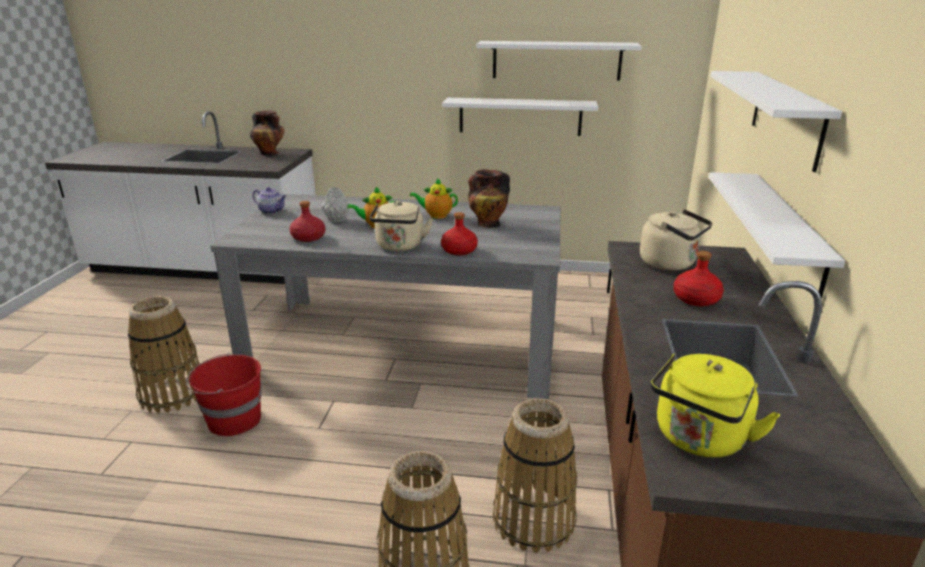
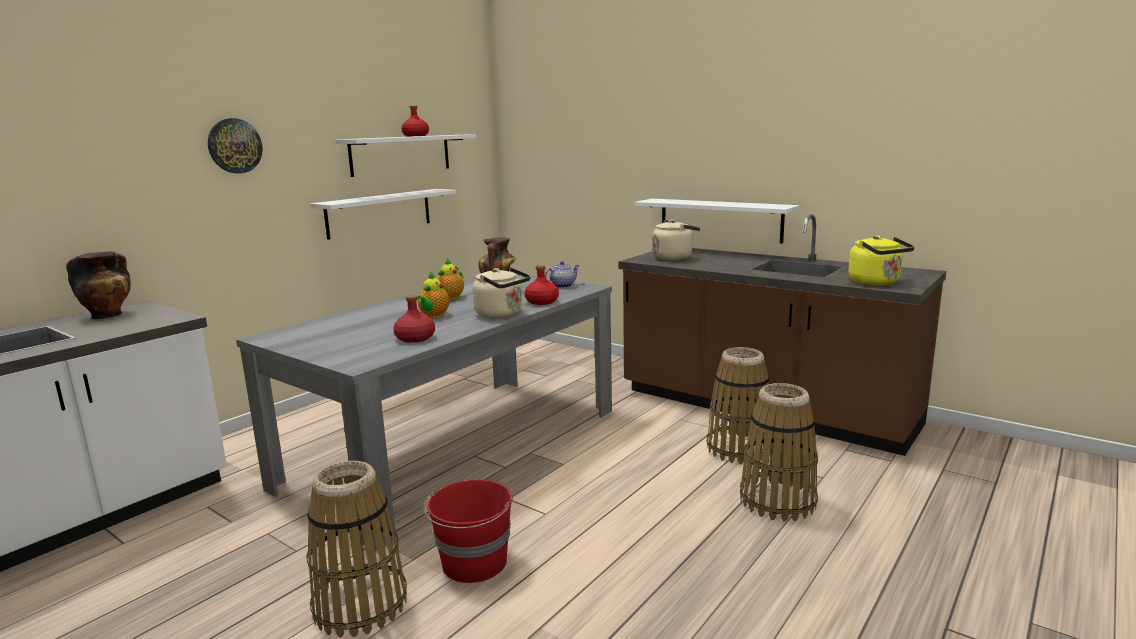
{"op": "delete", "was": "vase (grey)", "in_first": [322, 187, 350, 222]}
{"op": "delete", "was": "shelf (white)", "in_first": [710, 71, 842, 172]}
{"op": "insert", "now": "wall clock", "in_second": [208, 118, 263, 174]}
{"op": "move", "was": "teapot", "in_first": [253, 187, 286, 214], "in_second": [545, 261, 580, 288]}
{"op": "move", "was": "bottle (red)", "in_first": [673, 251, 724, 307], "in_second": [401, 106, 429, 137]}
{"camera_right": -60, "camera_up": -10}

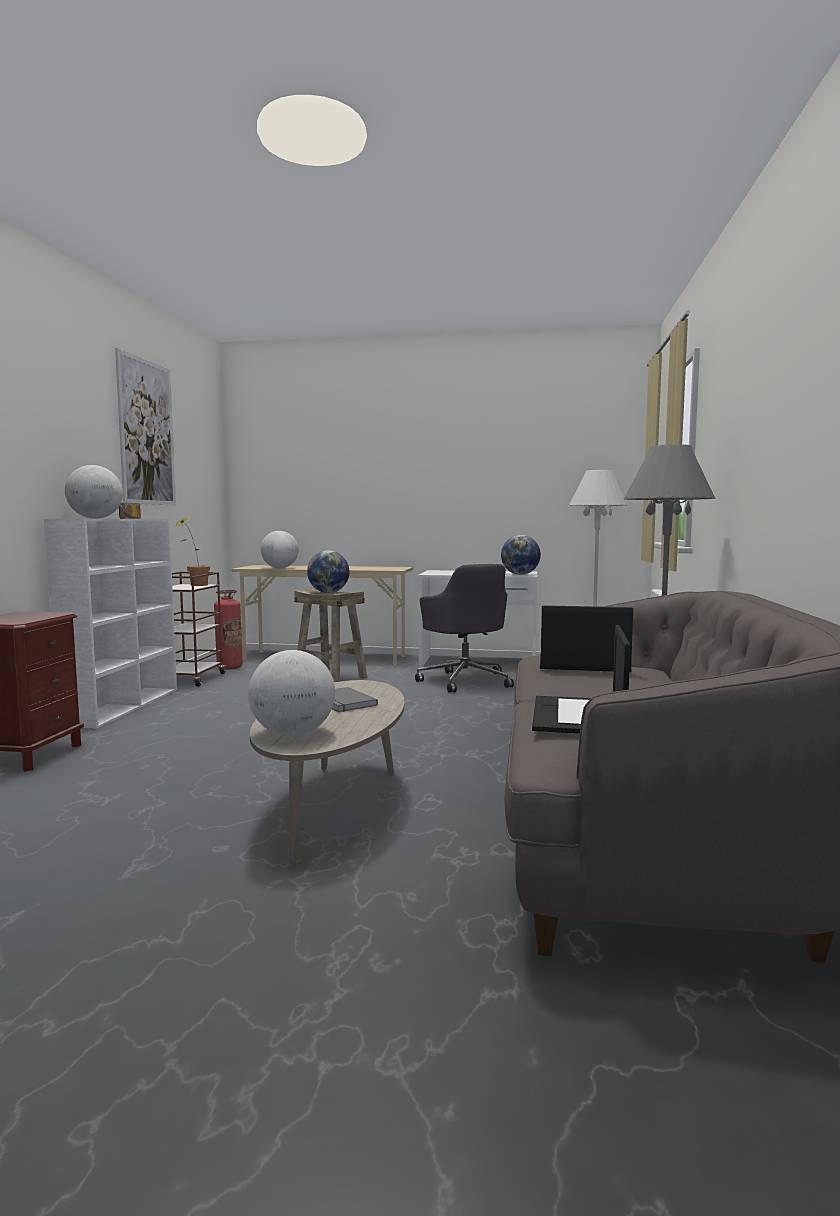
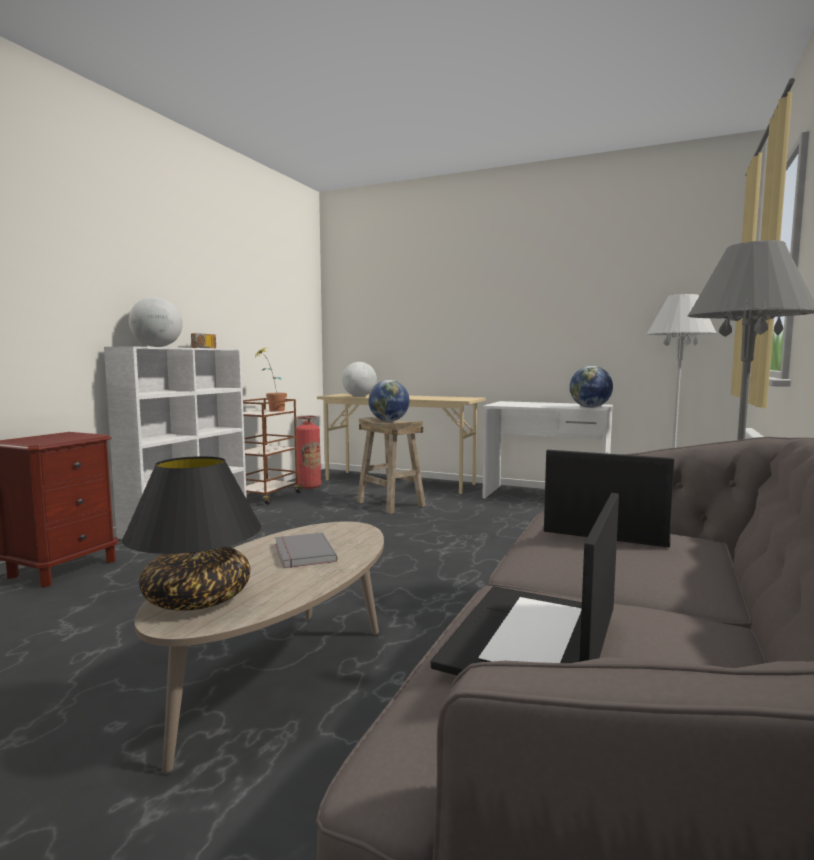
{"op": "delete", "was": "picture", "in_first": [115, 348, 176, 505]}
{"op": "delete", "was": "office chair (grey)", "in_first": [415, 564, 514, 693]}
{"op": "replace", "was": "globe", "now": "table lamp (black)", "in_first": [248, 650, 335, 736], "in_second": [122, 456, 261, 611]}
{"camera_right": 15, "camera_up": 0}

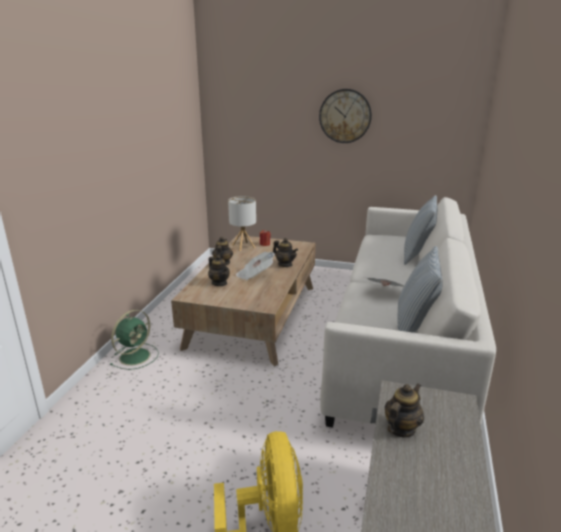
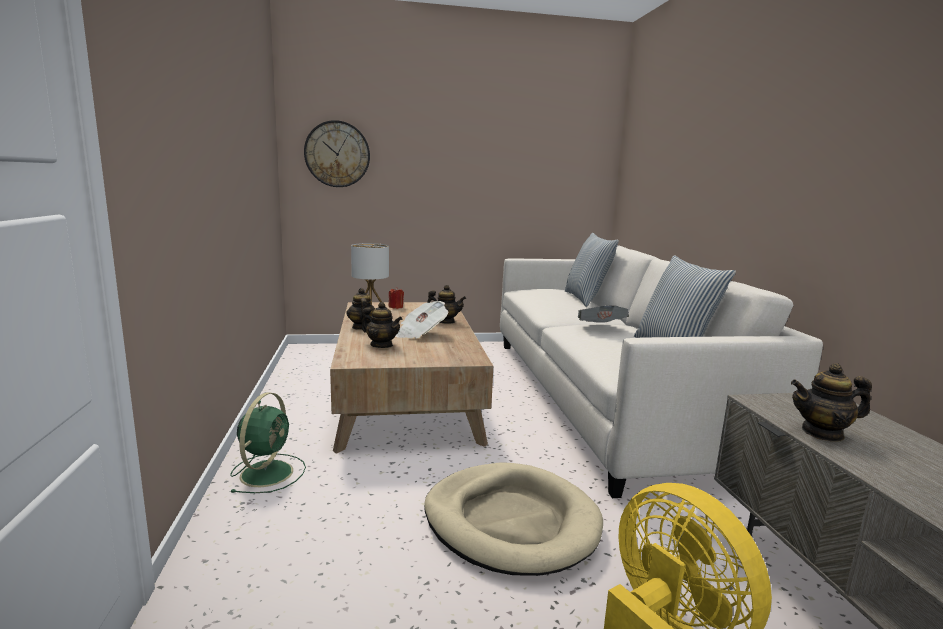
{"op": "insert", "now": "dog bed (beige)", "in_second": [424, 463, 603, 576]}
{"op": "move", "was": "wall clock", "in_first": [319, 89, 372, 143], "in_second": [304, 120, 370, 187]}
{"op": "rotate", "was": "teapot", "in_first": [385, 383, 424, 438], "in_second": [791, 363, 872, 442], "clockwise": -105}
{"camera_right": -25, "camera_up": -10}

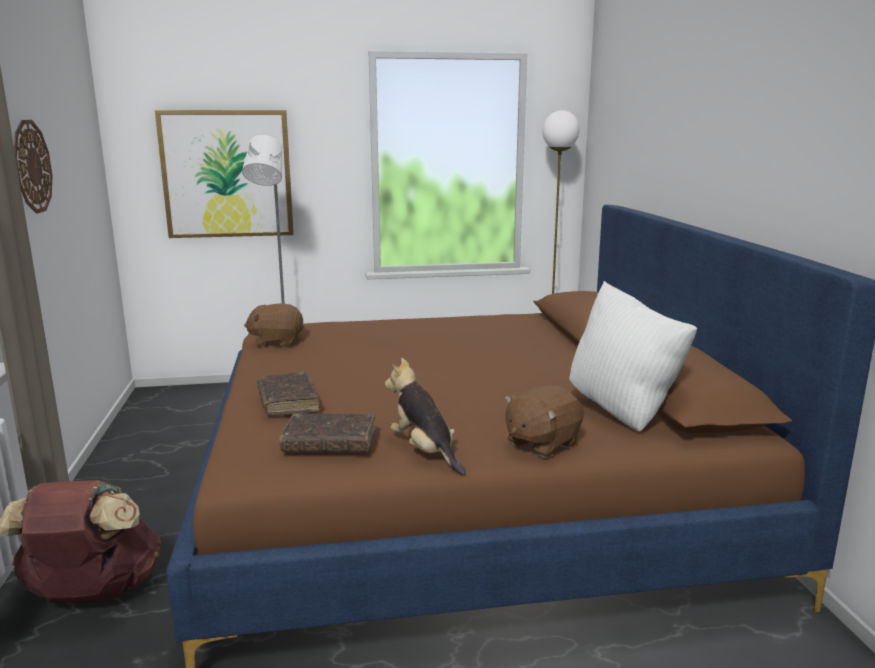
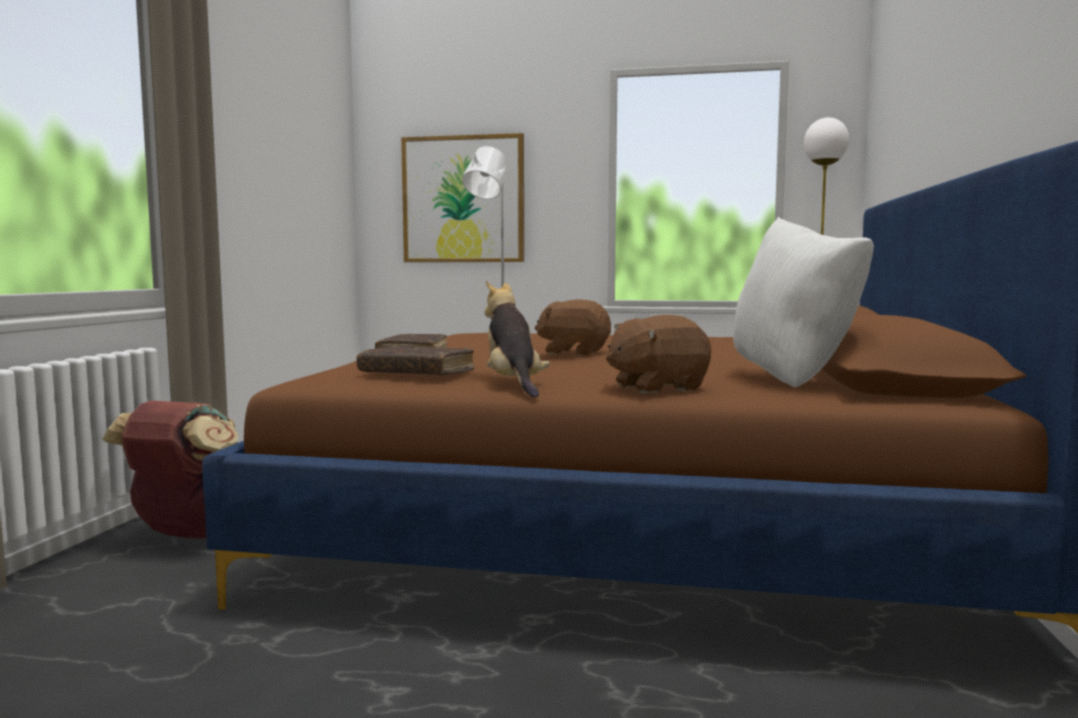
{"op": "delete", "was": "wall clock", "in_first": [14, 120, 52, 214]}
{"op": "move", "was": "plush toy (brown)", "in_first": [244, 303, 304, 347], "in_second": [535, 299, 611, 356]}
{"camera_right": 20, "camera_up": -10}

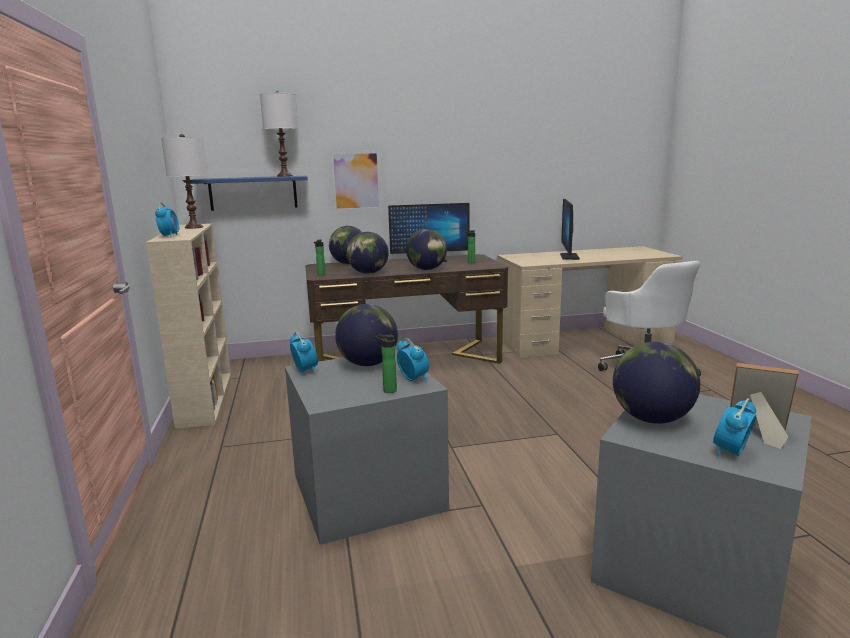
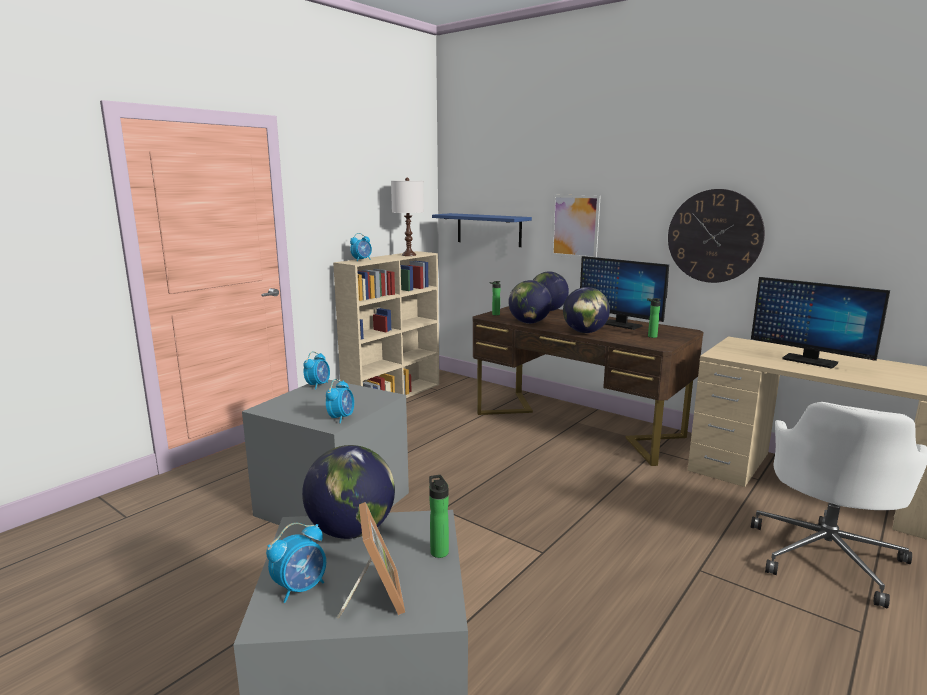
{"op": "delete", "was": "table lamp (white)", "in_first": [260, 91, 298, 177]}
{"op": "delete", "was": "globe", "in_first": [335, 304, 398, 366]}
{"op": "insert", "now": "wall clock", "in_second": [668, 189, 765, 283]}
{"op": "move", "was": "bottle", "in_first": [375, 334, 397, 393], "in_second": [429, 475, 449, 558]}
{"op": "rotate", "was": "monitor", "in_first": [560, 199, 580, 260], "in_second": [751, 277, 890, 368], "clockwise": -105}
{"op": "rotate", "was": "alarm clock", "in_first": [713, 398, 756, 457], "in_second": [266, 523, 326, 603], "clockwise": 135}
{"camera_right": 50, "camera_up": 0}

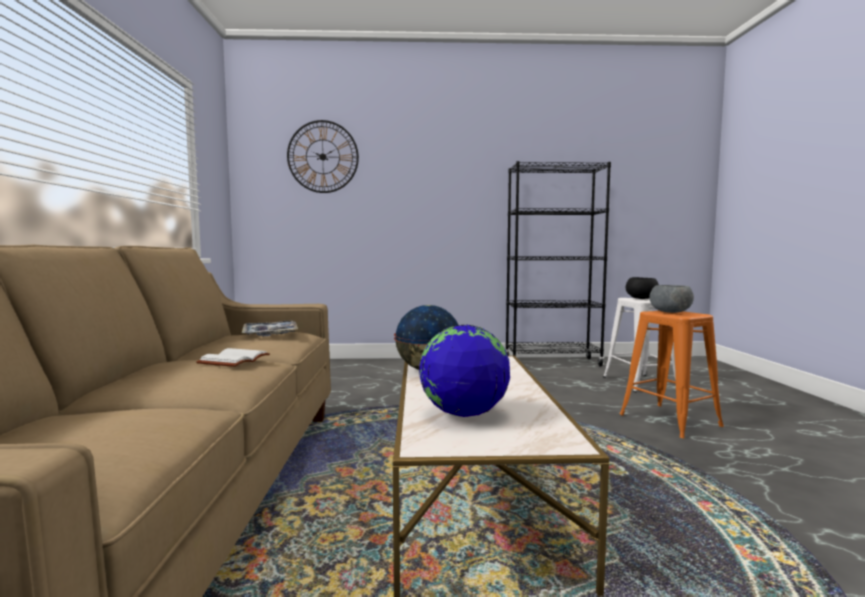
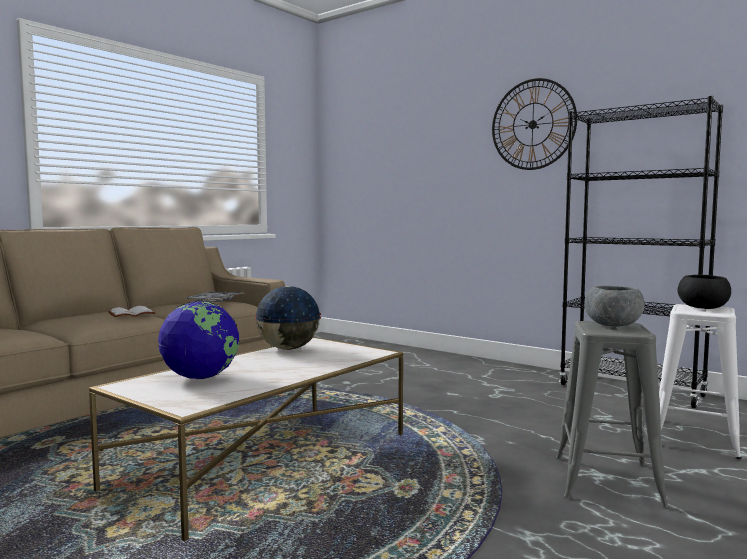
{"op": "move", "was": "wall clock", "in_first": [287, 120, 359, 193], "in_second": [492, 78, 577, 170]}
{"op": "recolor", "was": "stool (orange)", "now": "stool (grey)", "in_first": [620, 310, 724, 438], "in_second": [556, 321, 669, 508]}
{"camera_right": 40, "camera_up": 0}

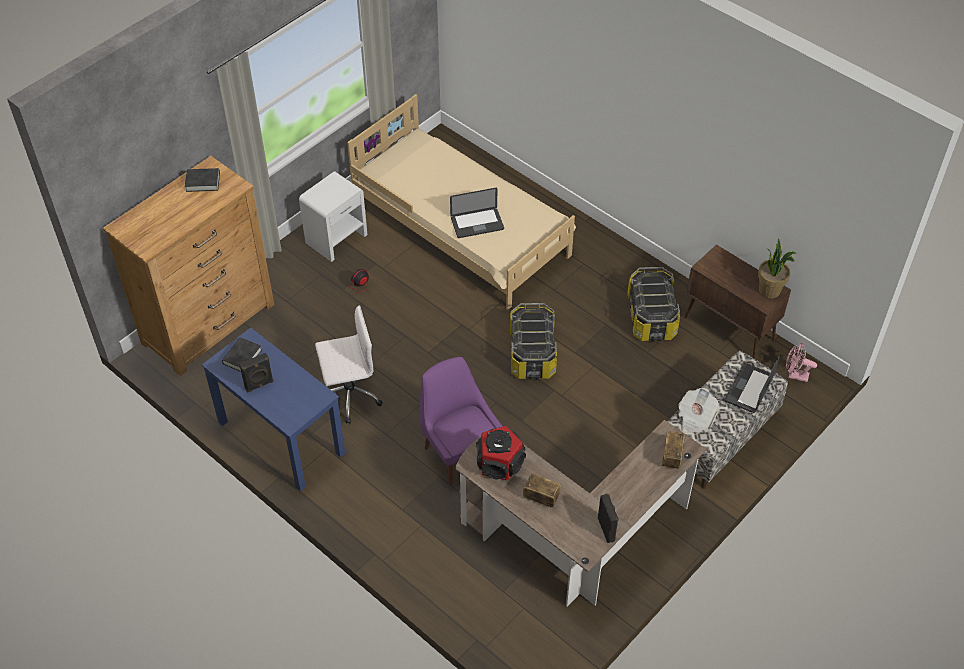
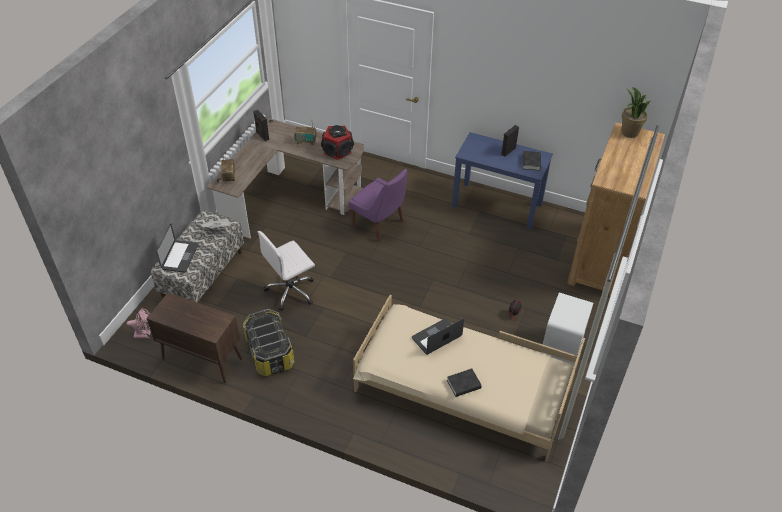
{"op": "delete", "was": "storage box", "in_first": [510, 303, 557, 380]}
{"op": "move", "was": "book (black)", "in_first": [185, 168, 220, 192], "in_second": [447, 368, 482, 397]}
{"op": "move", "was": "office chair (white)", "in_first": [315, 305, 383, 424], "in_second": [257, 231, 315, 311]}
{"op": "move", "was": "potted plant", "in_first": [758, 238, 797, 299], "in_second": [621, 87, 651, 138]}
{"camera_right": 160, "camera_up": -5}

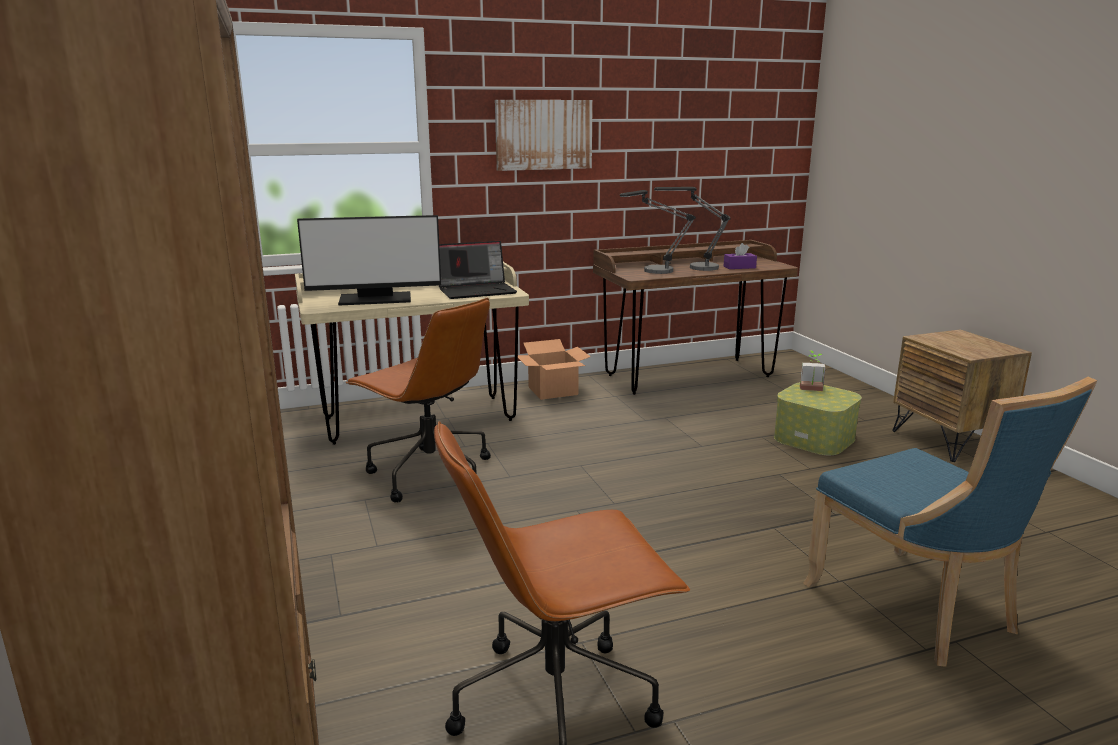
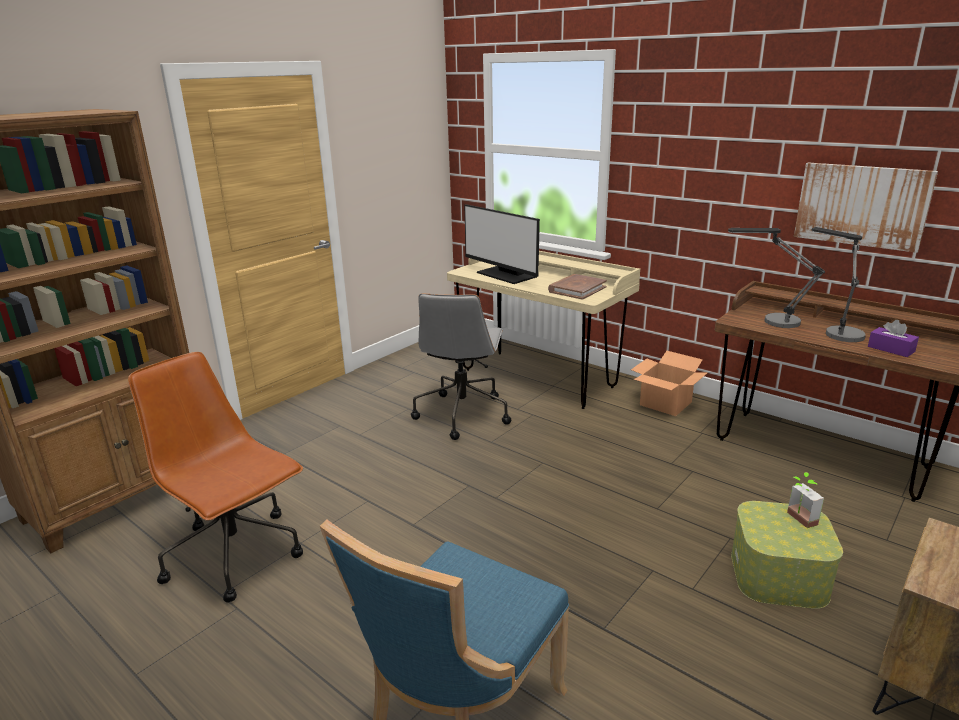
{"op": "move", "was": "picture", "in_first": [495, 100, 593, 171], "in_second": [794, 163, 938, 253]}
{"op": "replace", "was": "laptop", "now": "book (brown)", "in_first": [439, 241, 517, 299], "in_second": [548, 274, 607, 300]}
{"op": "recolor", "was": "office chair (brown)", "now": "office chair (grey)", "in_first": [346, 298, 491, 502], "in_second": [411, 293, 511, 440]}
{"camera_right": 60, "camera_up": 5}

